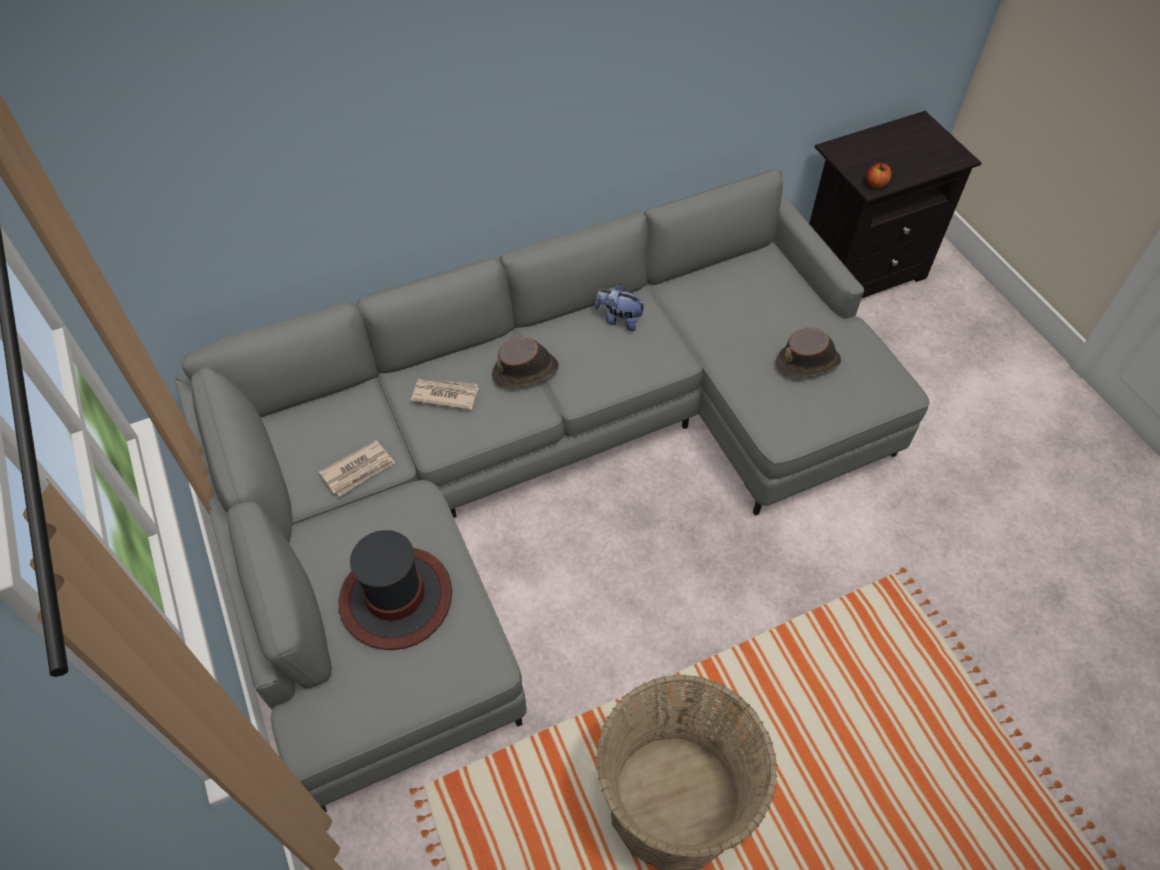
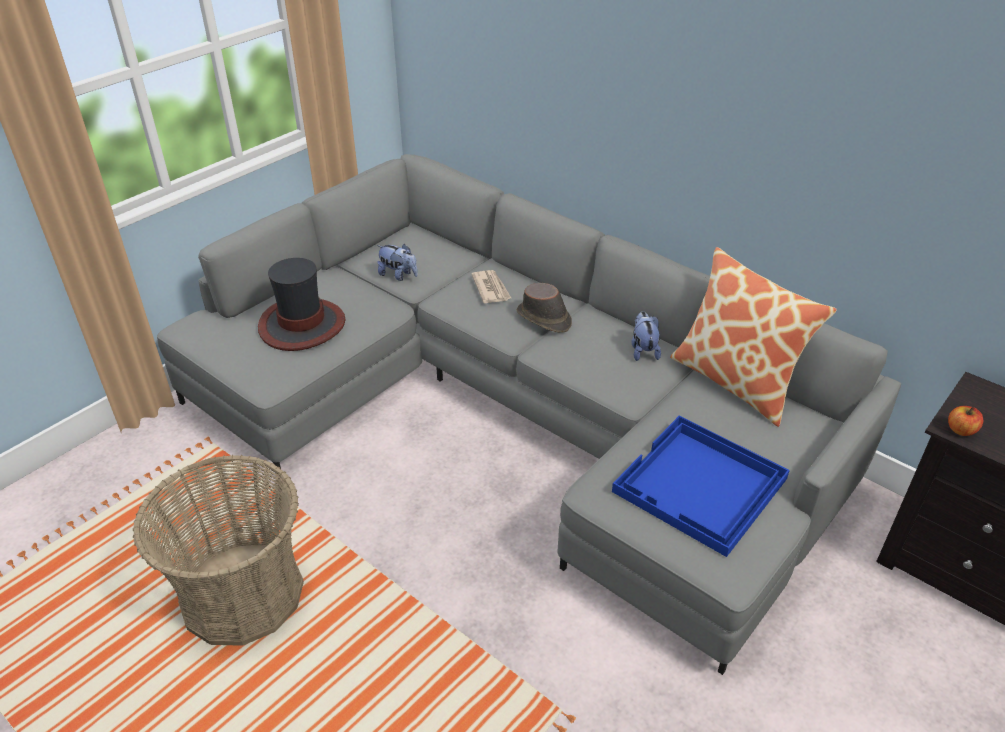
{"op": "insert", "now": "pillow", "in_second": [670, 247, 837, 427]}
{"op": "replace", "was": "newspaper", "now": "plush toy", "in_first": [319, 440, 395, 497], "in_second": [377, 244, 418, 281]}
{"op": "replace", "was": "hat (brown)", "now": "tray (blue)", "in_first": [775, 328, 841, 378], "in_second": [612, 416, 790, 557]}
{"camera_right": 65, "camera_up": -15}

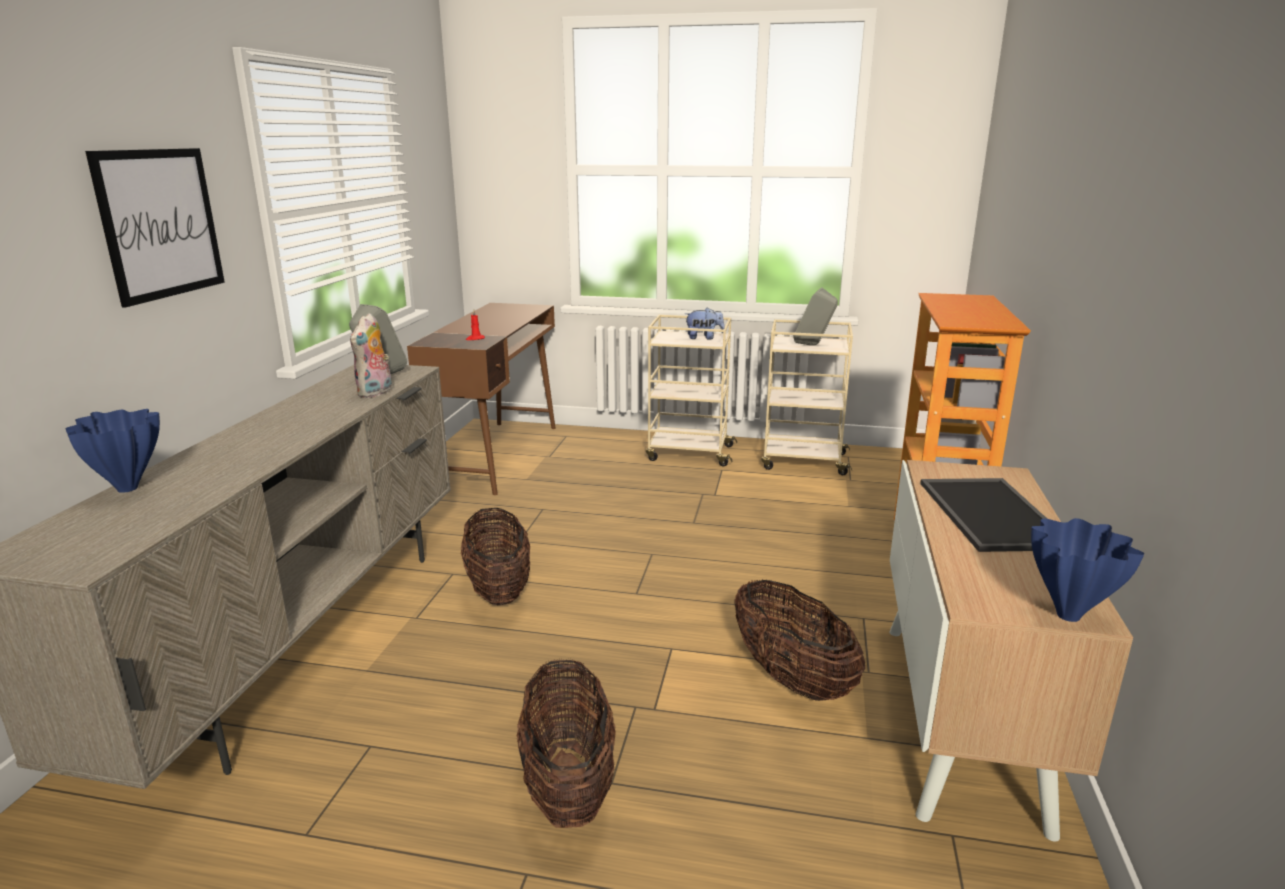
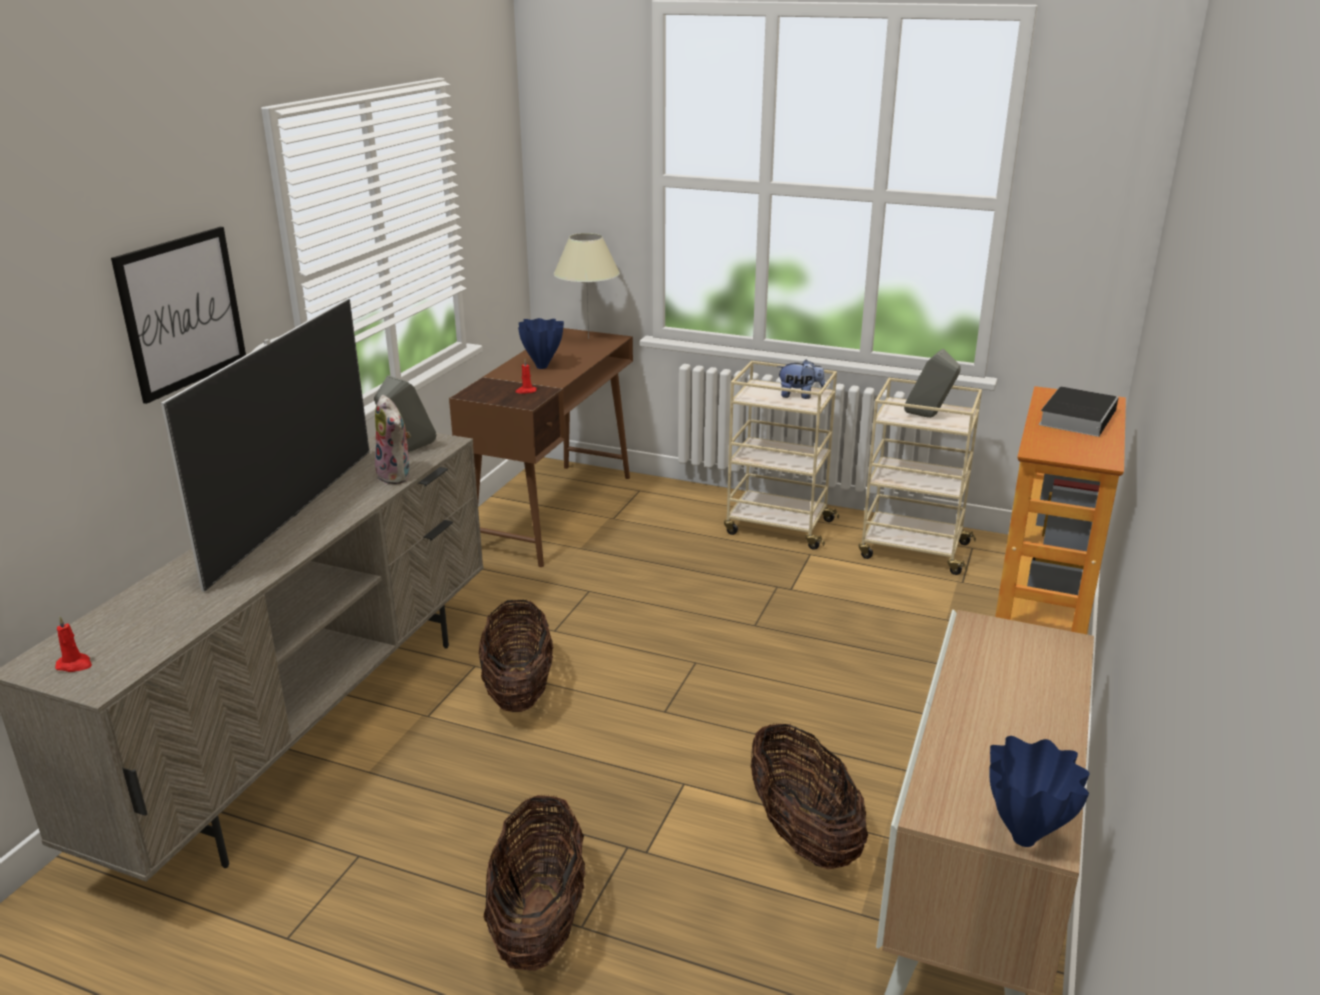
{"op": "delete", "was": "tray", "in_first": [920, 478, 1047, 552]}
{"op": "insert", "now": "candle (red)", "in_second": [55, 616, 92, 672]}
{"op": "insert", "now": "television", "in_second": [161, 299, 370, 592]}
{"op": "insert", "now": "table lamp (beige)", "in_second": [554, 233, 620, 339]}
{"op": "insert", "now": "book", "in_second": [1039, 387, 1119, 437]}
{"op": "move", "was": "vase (blue)", "in_first": [65, 409, 160, 493], "in_second": [518, 318, 564, 369]}
{"op": "rotate", "was": "plush toy", "in_first": [350, 313, 392, 398], "in_second": [375, 395, 411, 484], "clockwise": -60}
{"camera_right": 10, "camera_up": 5}

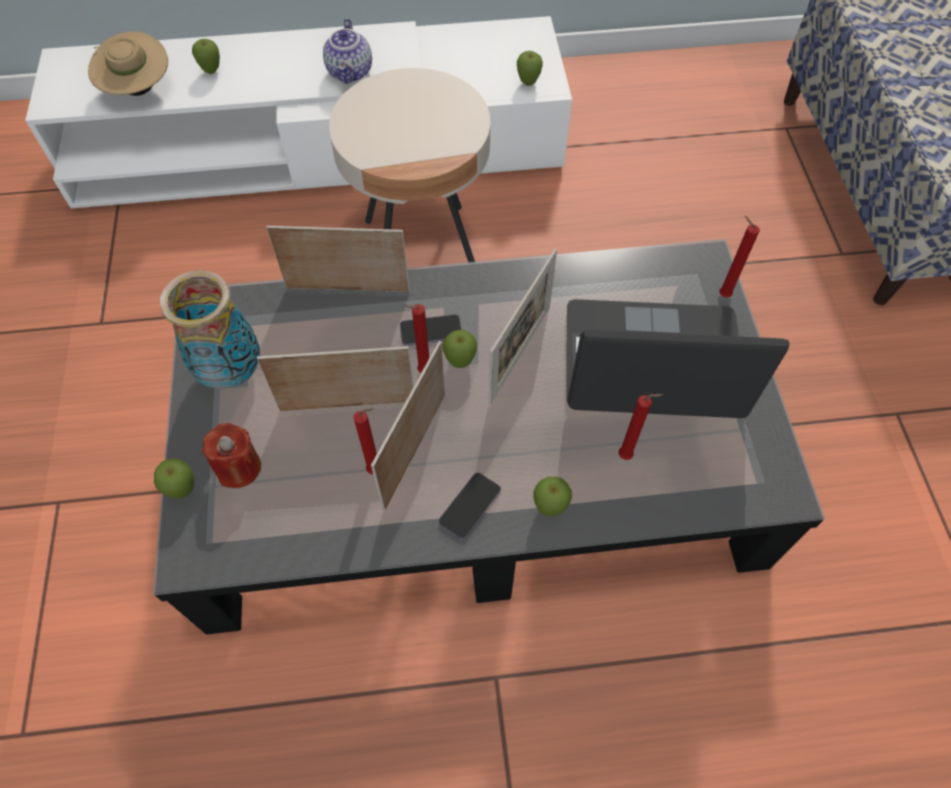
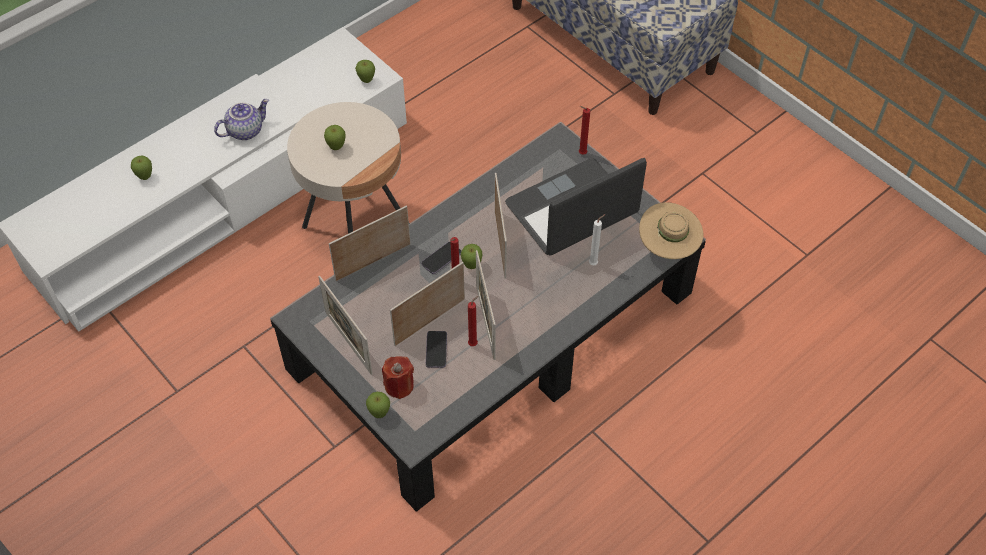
{"op": "move", "was": "hat (beige)", "in_first": [88, 31, 168, 96], "in_second": [639, 202, 703, 259]}
{"op": "move", "was": "phone", "in_first": [439, 473, 501, 540], "in_second": [426, 331, 447, 368]}
{"op": "move", "was": "apple", "in_first": [533, 476, 572, 516], "in_second": [324, 125, 346, 150]}
{"op": "replace", "was": "vase", "now": "picture frame", "in_first": [160, 270, 260, 389], "in_second": [318, 276, 372, 375]}
{"op": "recolor", "was": "candle (red)", "now": "candle (white)", "in_first": [618, 394, 662, 460], "in_second": [589, 214, 605, 265]}
{"op": "rotate", "was": "teapot", "in_first": [323, 18, 372, 84], "in_second": [214, 99, 269, 140], "clockwise": -90}
{"camera_right": -35, "camera_up": -5}

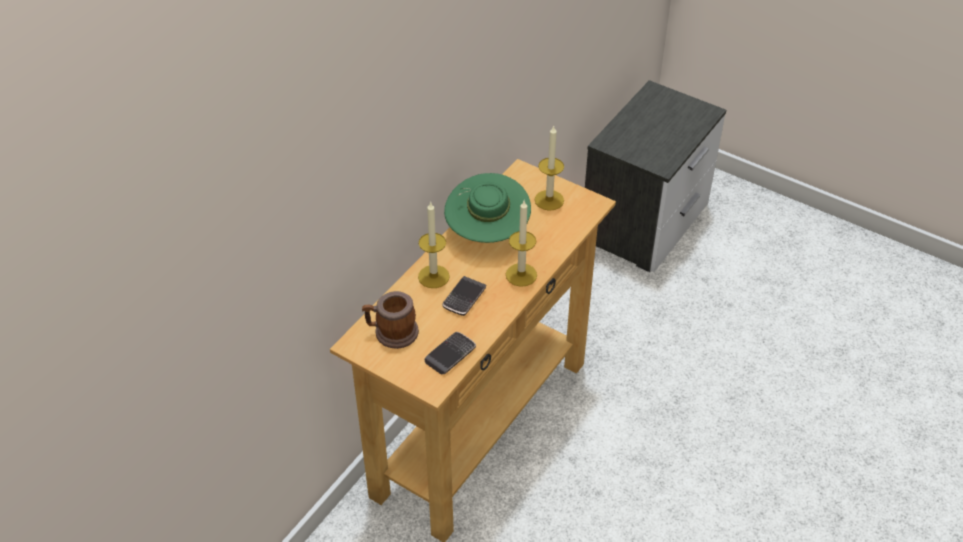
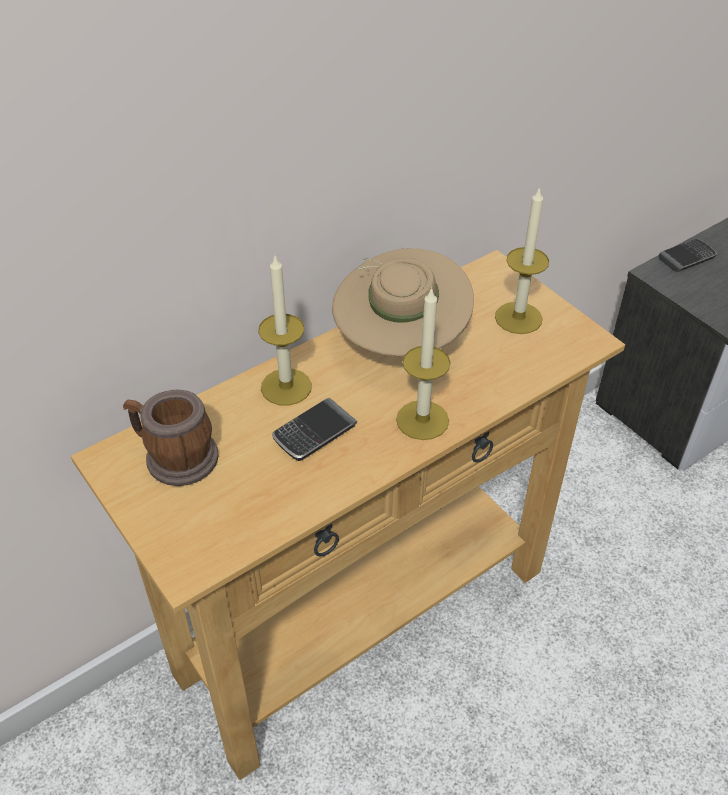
{"op": "move", "was": "phone", "in_first": [425, 332, 476, 374], "in_second": [659, 239, 717, 272]}
{"op": "recolor", "was": "hat (green)", "now": "hat (beige)", "in_first": [444, 173, 531, 243], "in_second": [332, 248, 474, 356]}
{"camera_right": 20, "camera_up": 0}

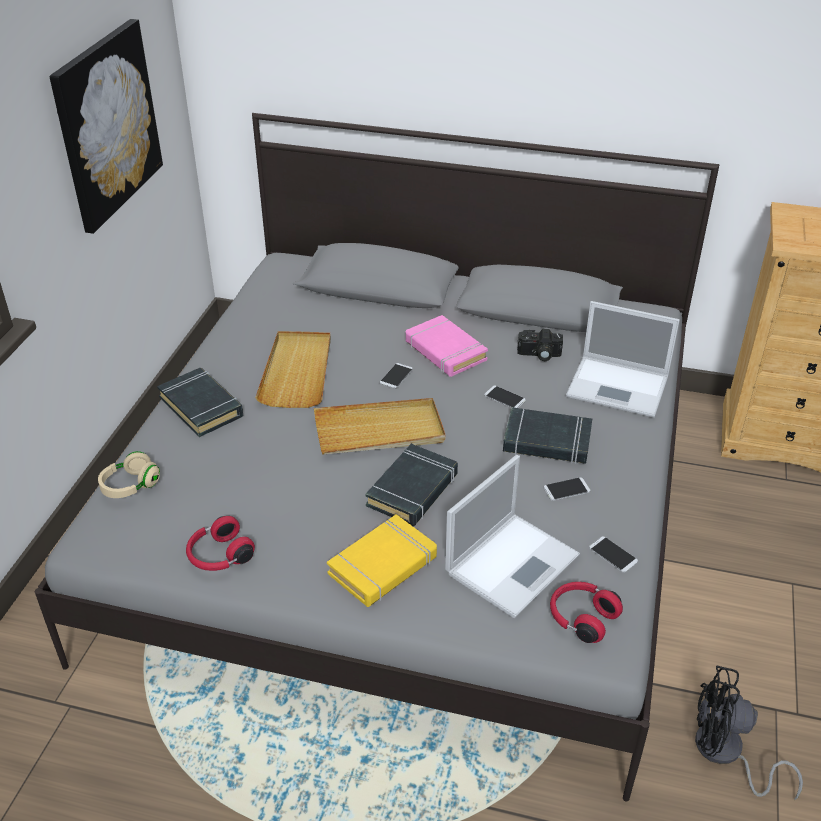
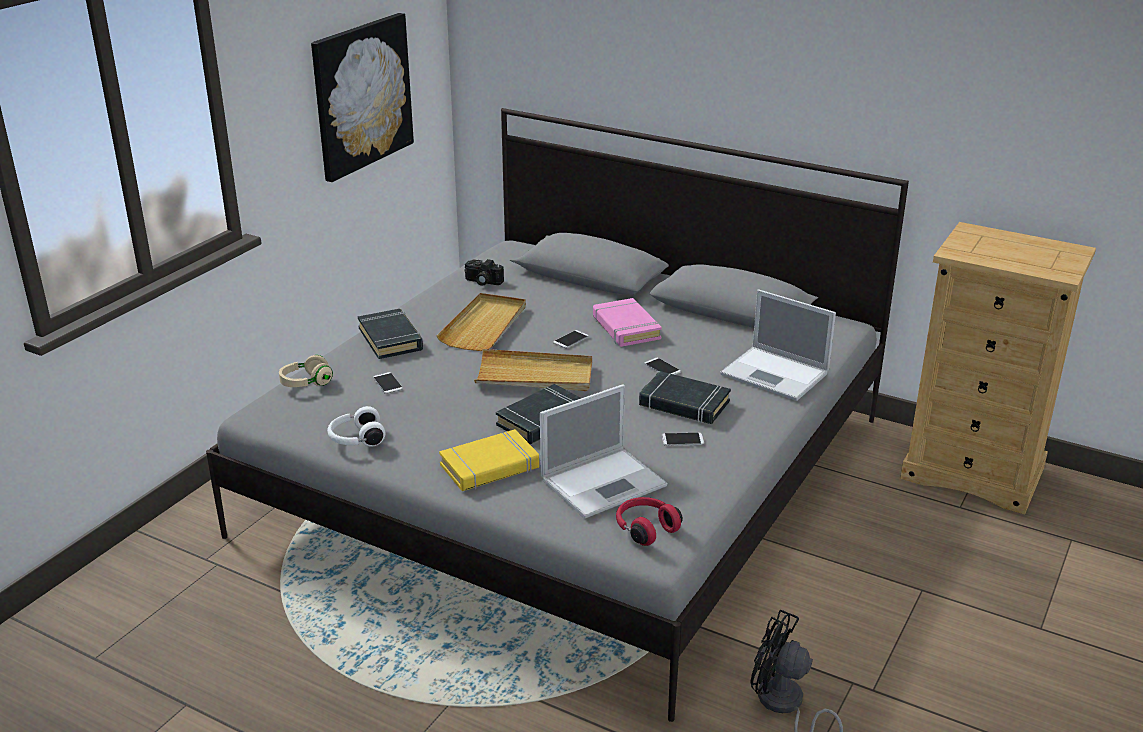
{"op": "move", "was": "photo camera", "in_first": [517, 329, 563, 361], "in_second": [464, 259, 504, 286]}
{"op": "move", "was": "phone", "in_first": [589, 536, 638, 573], "in_second": [373, 372, 403, 394]}
{"op": "recolor", "was": "headphones (red)", "now": "headphones (white)", "in_first": [186, 516, 255, 571], "in_second": [327, 406, 385, 446]}
{"camera_right": 15, "camera_up": -10}

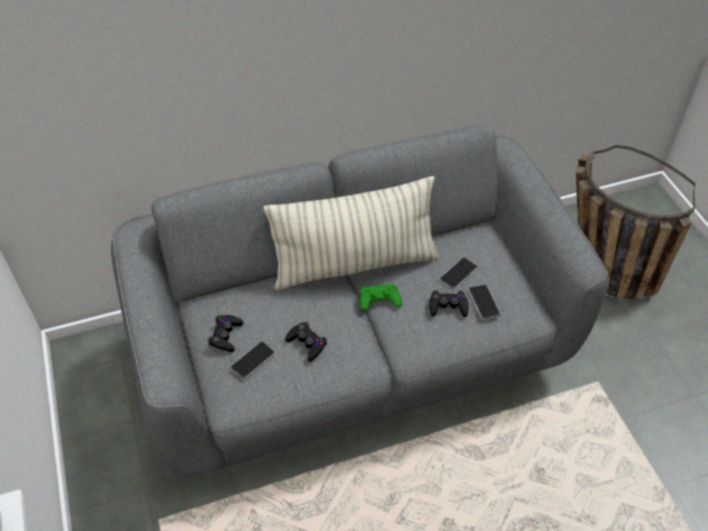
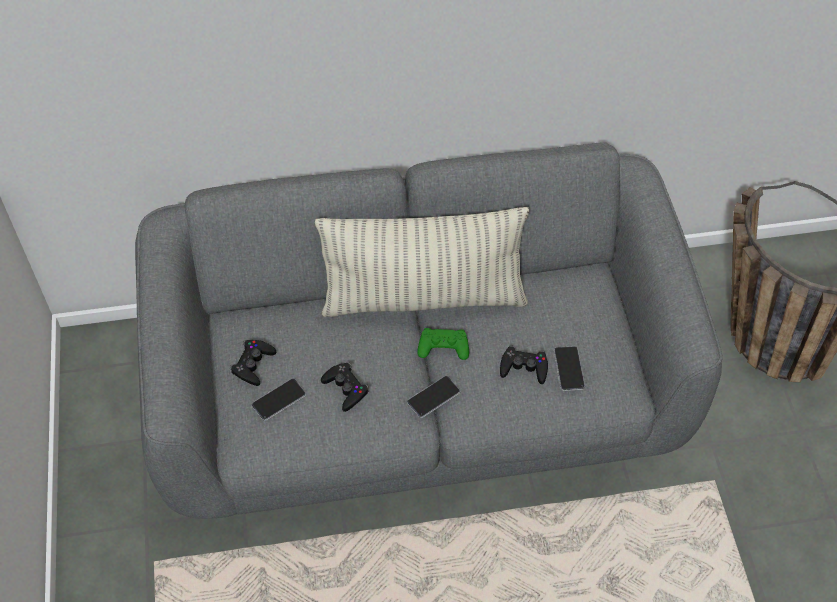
{"op": "move", "was": "phone", "in_first": [440, 258, 478, 289], "in_second": [407, 376, 460, 418]}
{"camera_right": 10, "camera_up": 5}

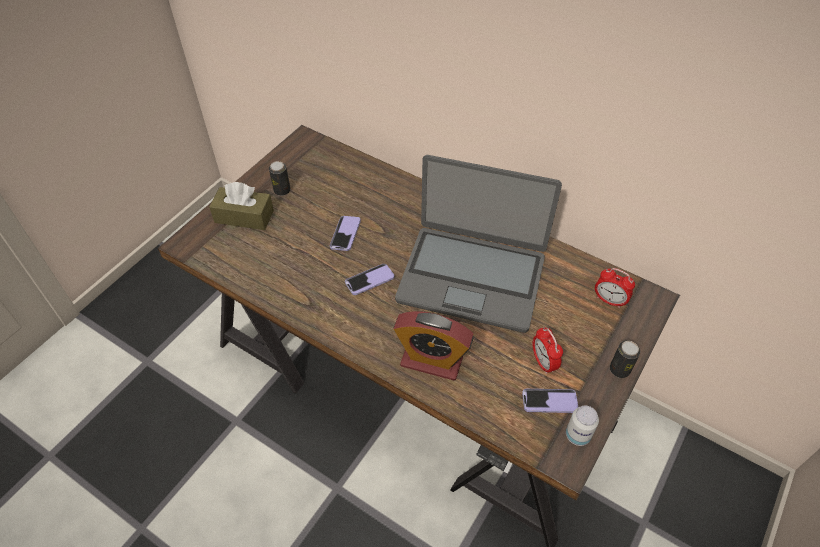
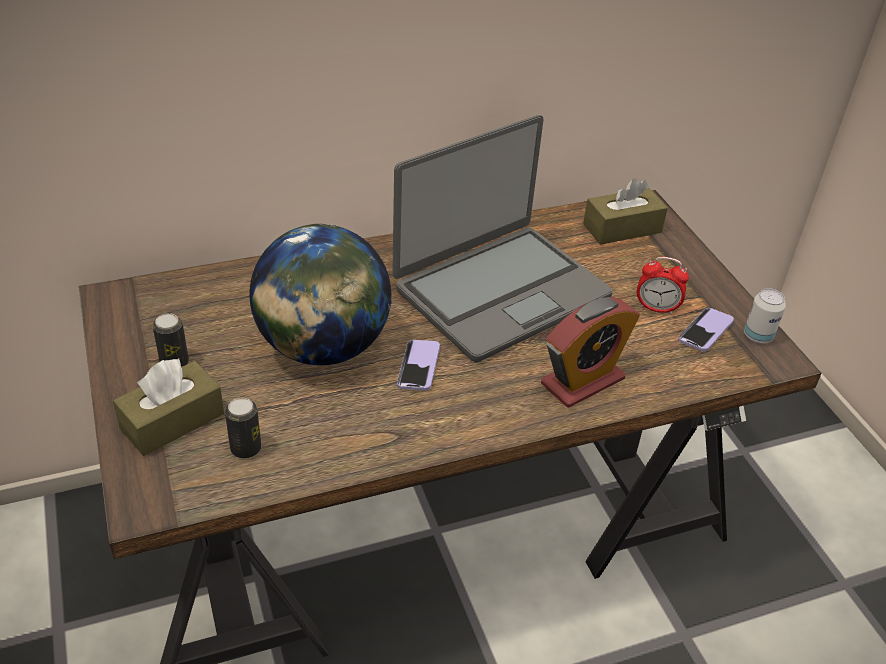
{"op": "move", "was": "can", "in_first": [610, 340, 640, 378], "in_second": [225, 397, 261, 458]}
{"op": "replace", "was": "phone", "now": "globe", "in_first": [330, 216, 361, 251], "in_second": [250, 224, 392, 366]}
{"op": "replace", "was": "alarm clock", "now": "tissue box (brown)", "in_first": [595, 268, 635, 308], "in_second": [583, 178, 668, 245]}
{"camera_right": -55, "camera_up": -10}

